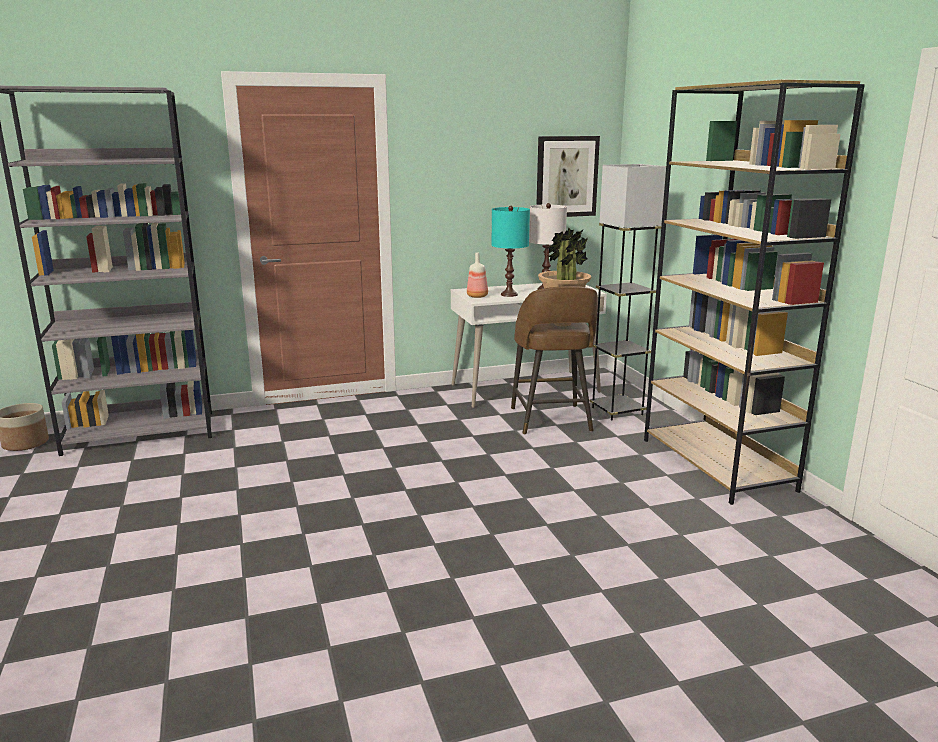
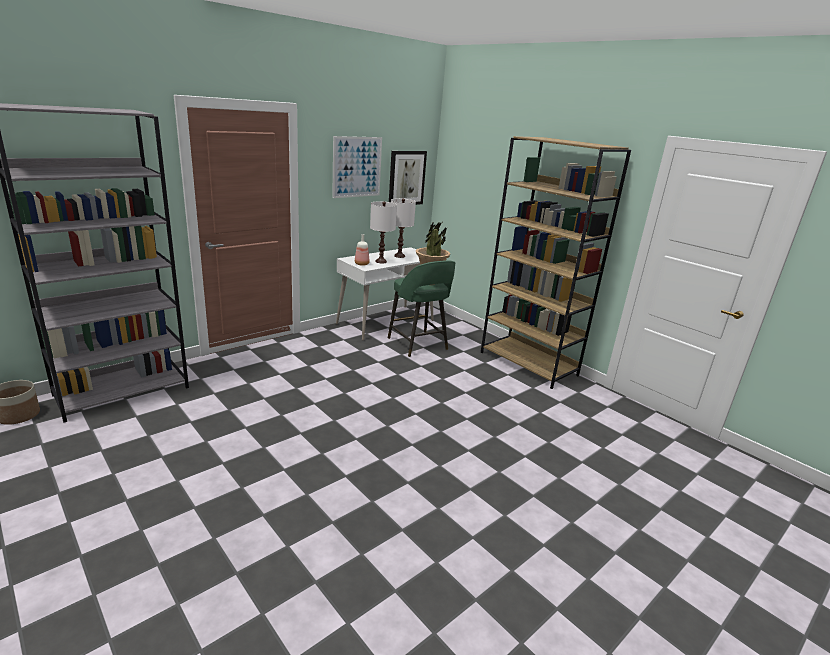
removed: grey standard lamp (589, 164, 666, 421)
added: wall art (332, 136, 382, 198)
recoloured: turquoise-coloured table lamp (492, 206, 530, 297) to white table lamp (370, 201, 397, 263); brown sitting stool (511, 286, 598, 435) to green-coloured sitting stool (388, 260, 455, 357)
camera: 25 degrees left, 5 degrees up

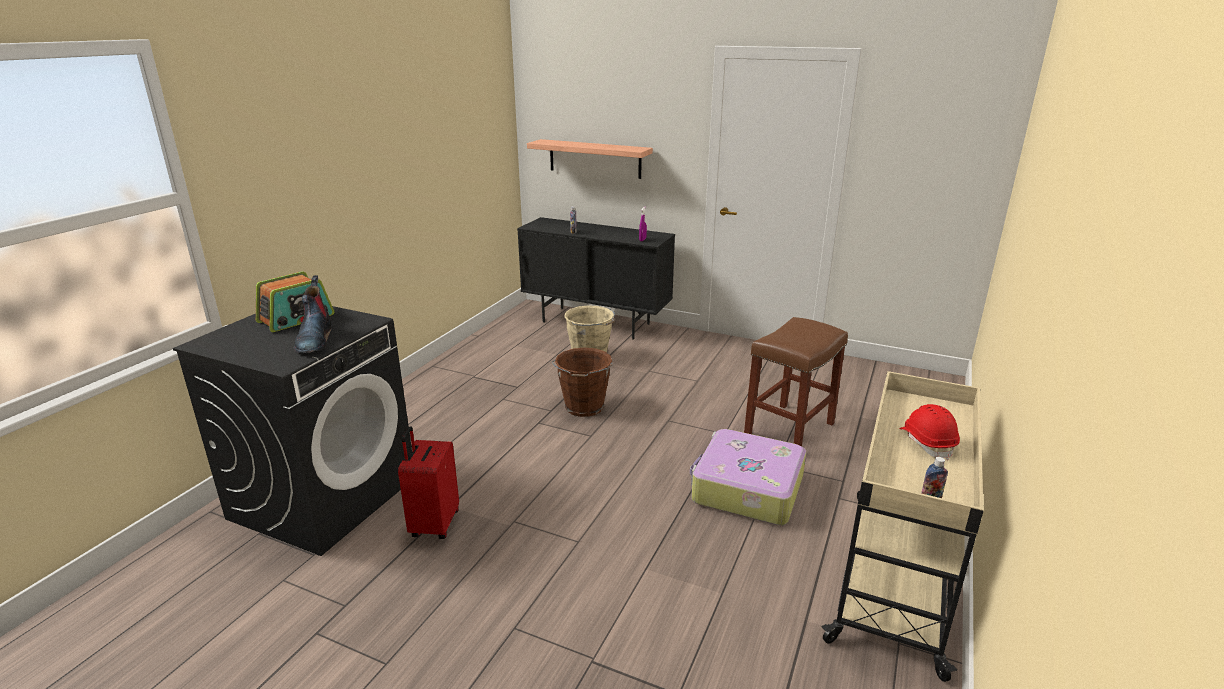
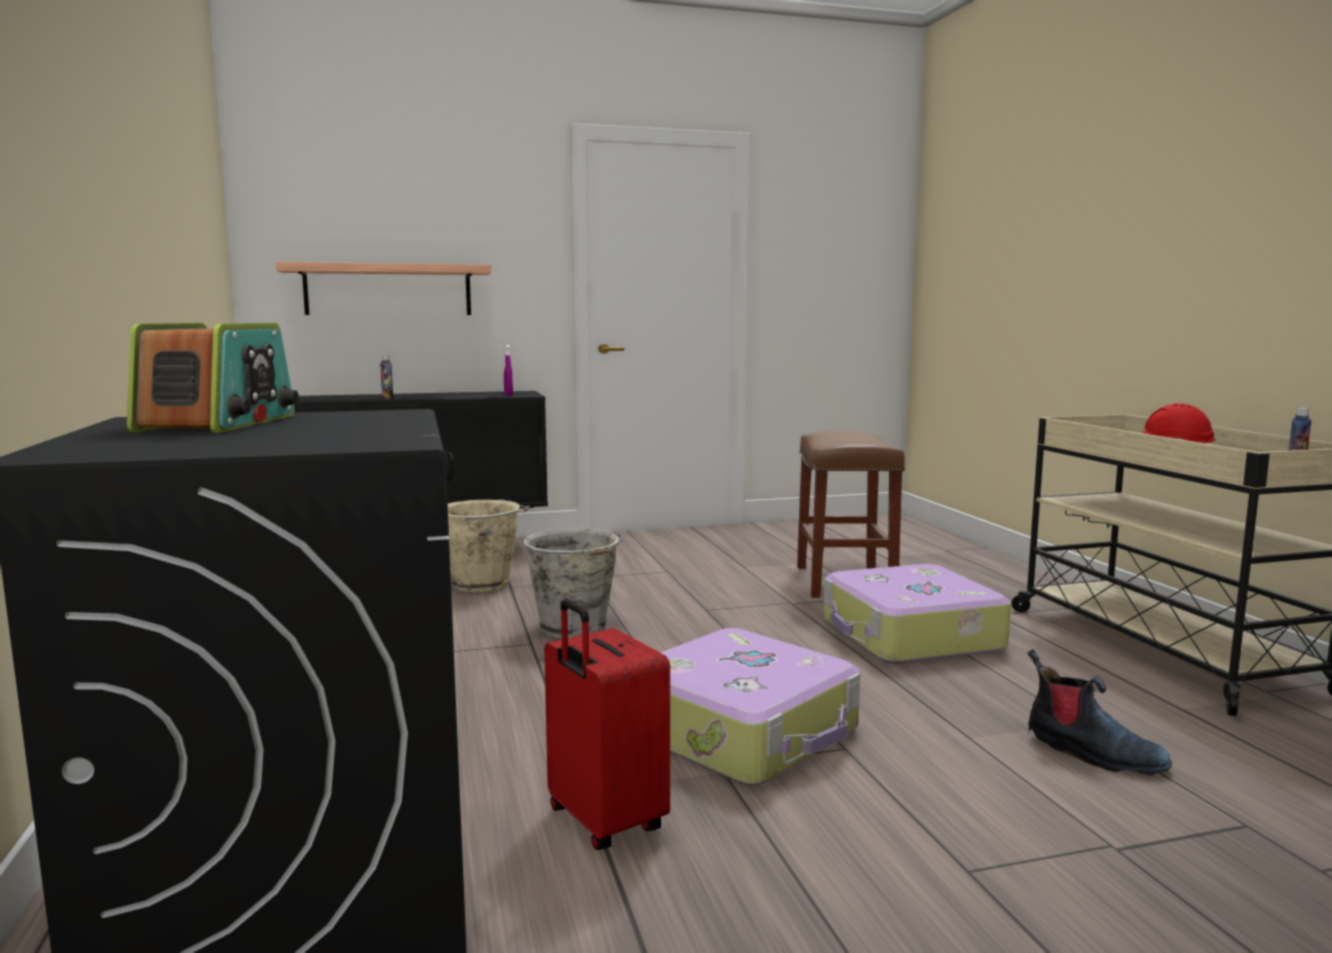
added: suitcase (661, 628, 860, 786)
moved: boot (293, 275, 332, 353) to (1028, 649, 1172, 776)
recoloured: brown pail (552, 347, 613, 417) to grey pail (523, 529, 623, 638)
camera: 40 degrees left, 15 degrees down

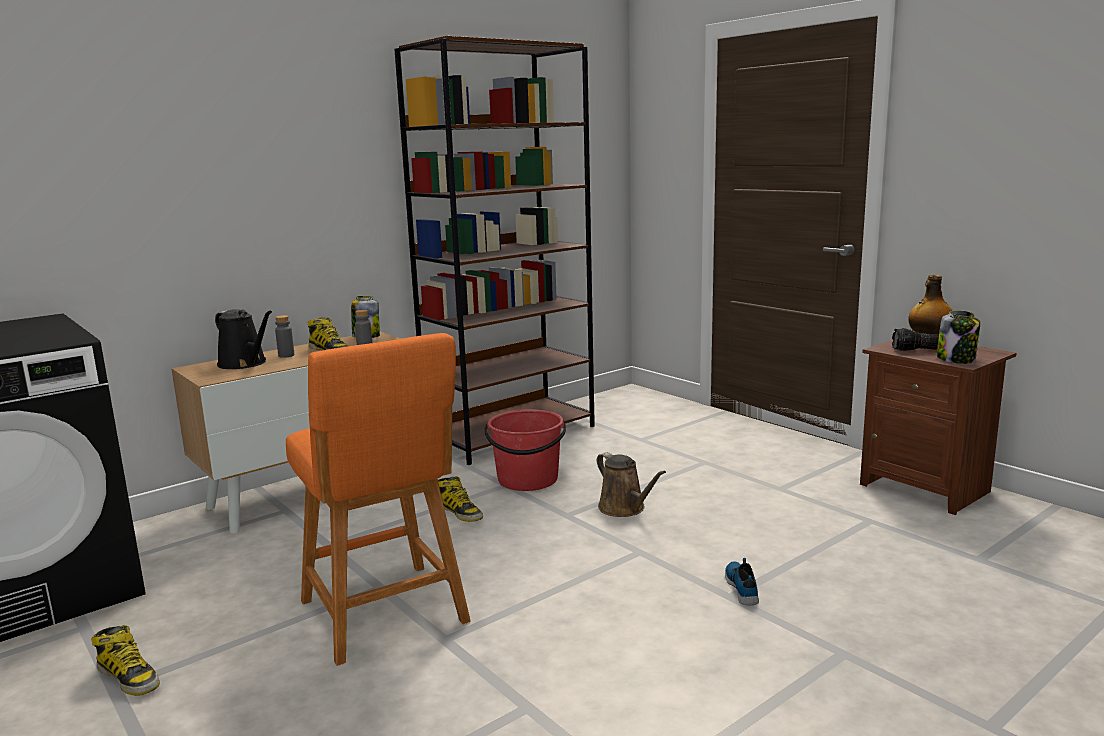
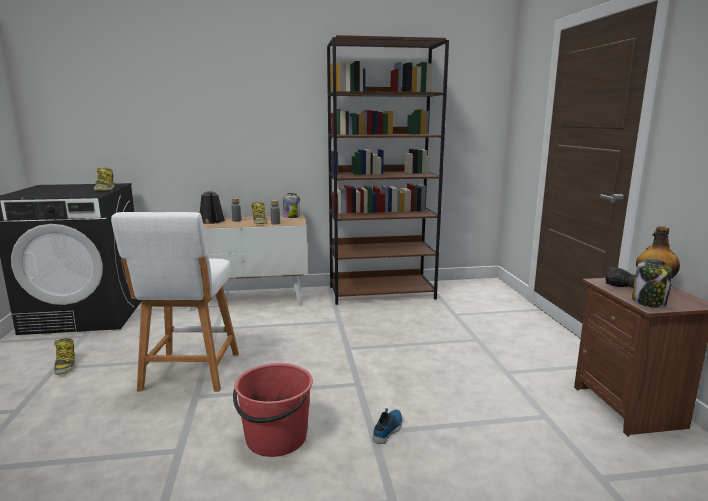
removed: brown watering pot (597, 452, 666, 517)
moved: boot (438, 476, 483, 522) to (94, 168, 115, 191); red-coloured pail (485, 409, 566, 491) to (233, 363, 313, 457)
recoloured: orange-coloured sitting stool (286, 333, 471, 666) to white sitting stool (111, 212, 239, 392)
camera: 30 degrees right, 0 degrees up

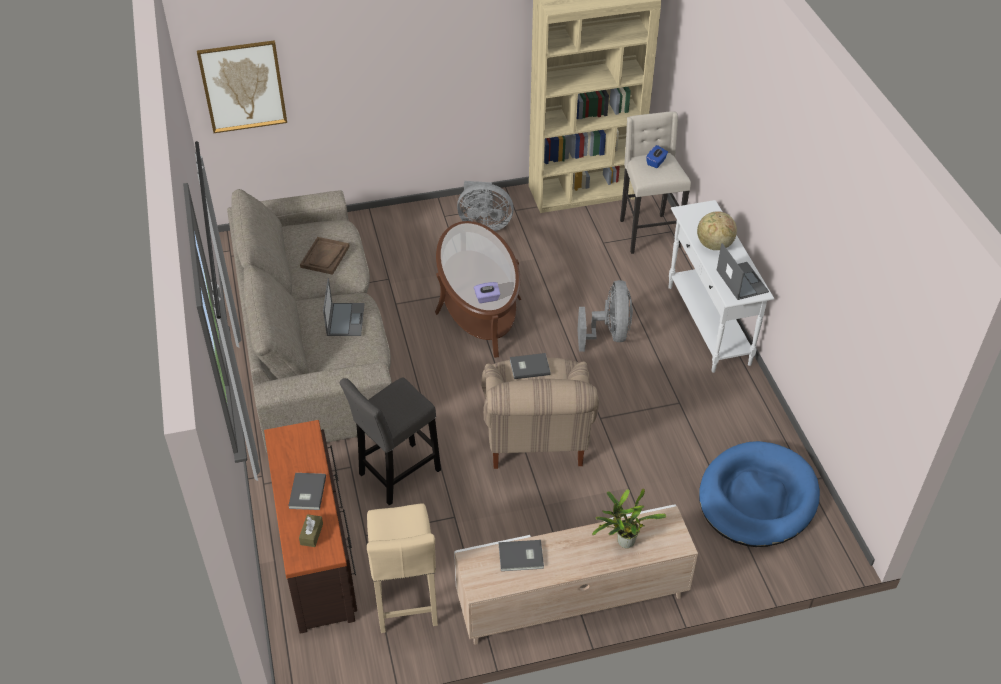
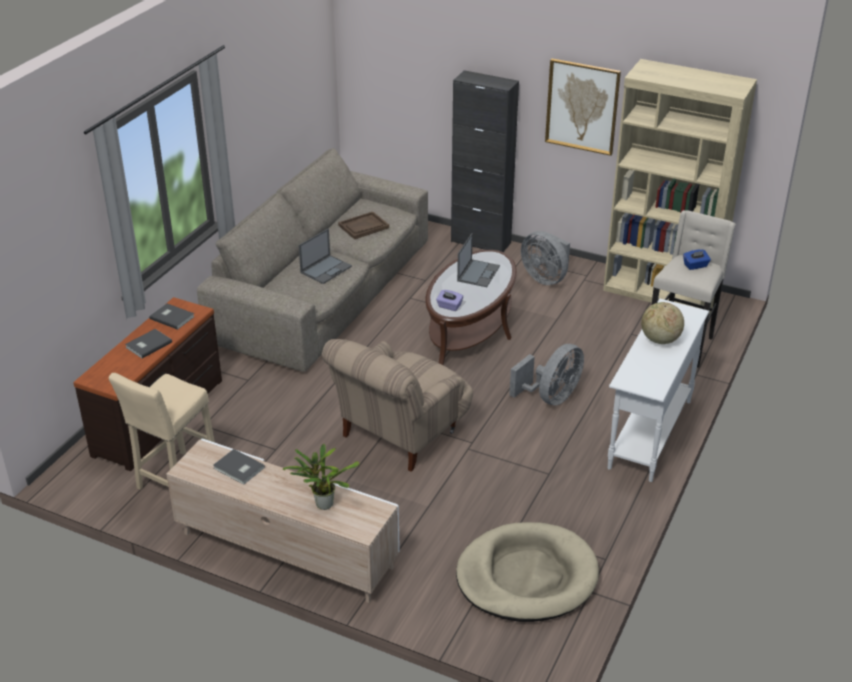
removed: brown tissue box (299, 514, 323, 547); grey sitting stool (340, 378, 441, 506)
added: blackish cabinet (451, 70, 519, 252)
moved: grey book (510, 353, 551, 379) to (149, 303, 195, 330); laptop (717, 243, 769, 300) to (457, 233, 500, 287); wall art (197, 40, 287, 133) to (545, 59, 621, 156)
recoloured: blue dog bed (699, 441, 820, 547) to beige dog bed (456, 522, 599, 622)
camera: 40 degrees right, 10 degrees down

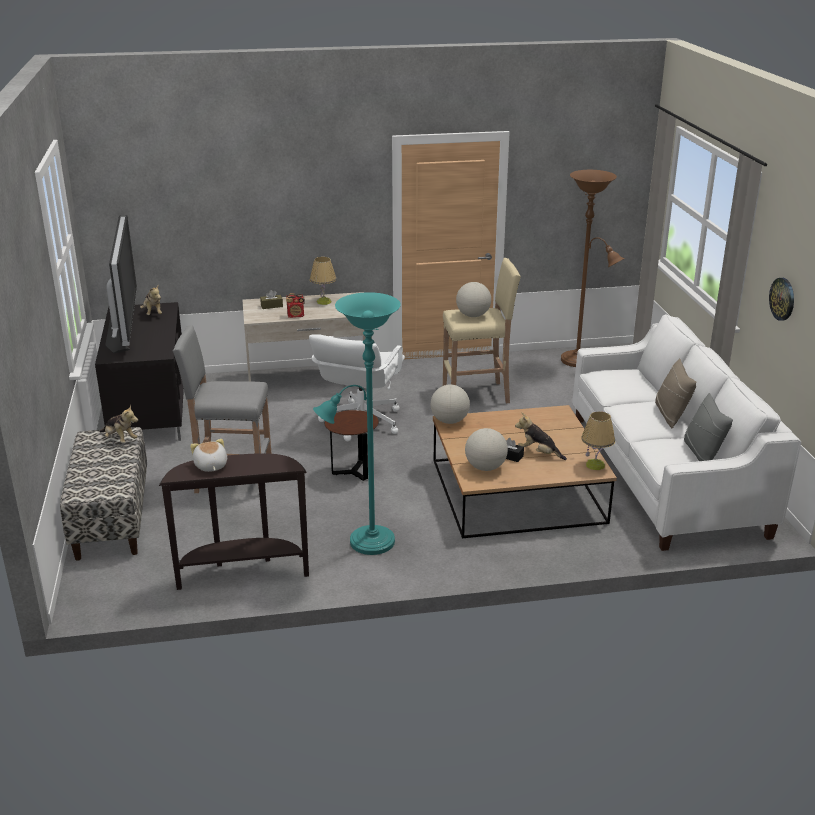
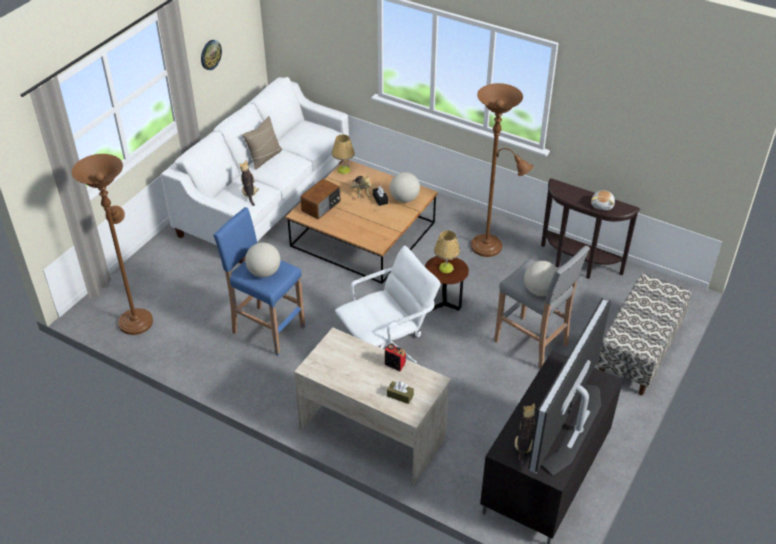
removed: grey throw pillow (684, 393, 733, 461)
added: radio receiver (300, 179, 340, 219)
moved: soft toy (99, 405, 138, 443) to (239, 160, 259, 206); table lamp (310, 257, 336, 305) to (434, 230, 460, 273); desk globe (431, 385, 470, 424) to (524, 261, 557, 296)
recoloured: beige sitting stool (443, 258, 521, 403) to blue sitting stool (213, 207, 305, 356); turquoise-coloured standard lamp (313, 292, 401, 555) to brown standard lamp (471, 83, 533, 257)
camera: 140 degrees left, 15 degrees up

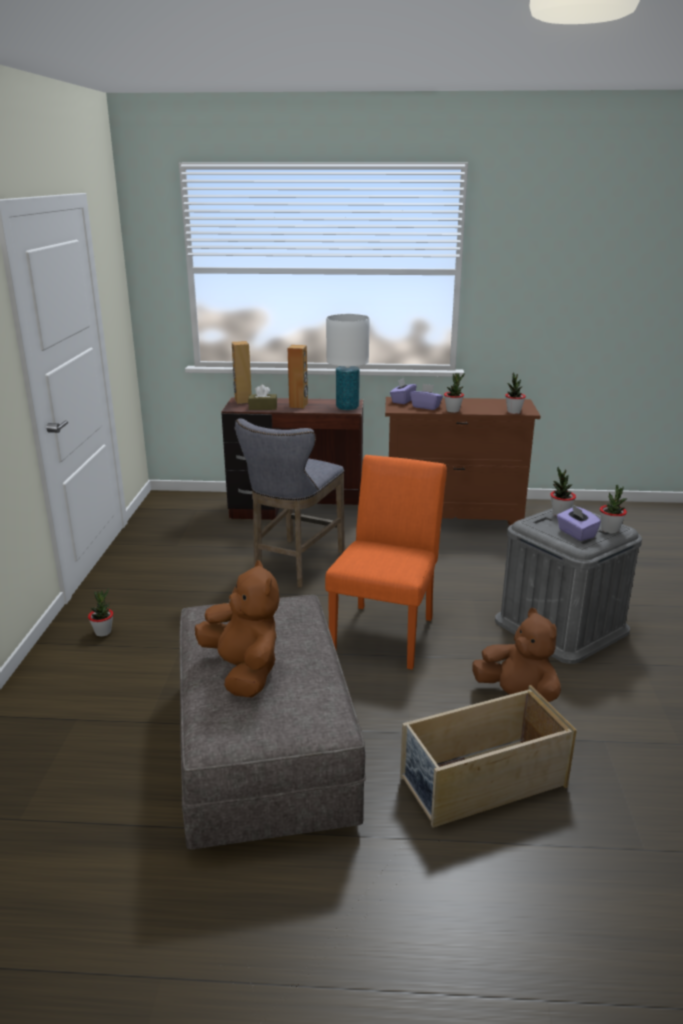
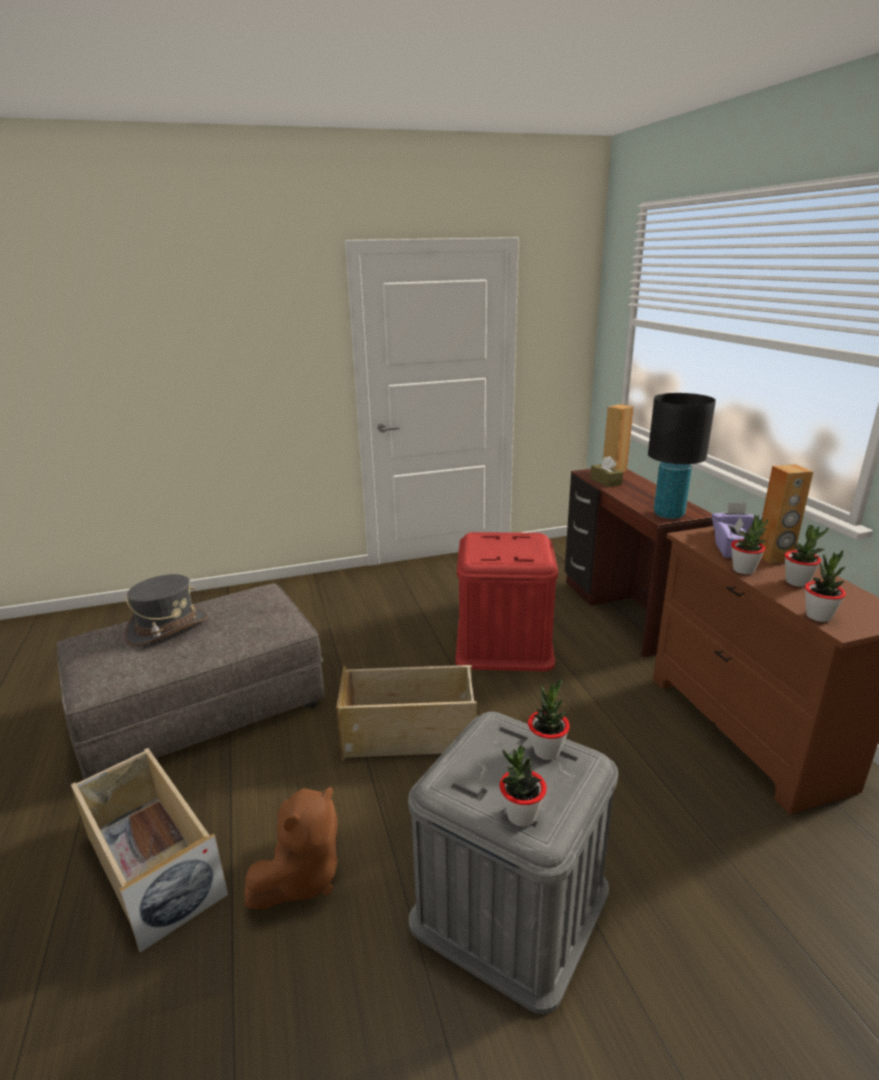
removed: purple tissue box (557, 505, 601, 541)
moved: brown speaker (288, 345, 308, 408) to (759, 464, 813, 564); houseplant (88, 589, 113, 637) to (785, 525, 829, 587)
replaced: brown soft toy (195, 560, 280, 697) to grey clothing hat (124, 574, 208, 646); orange-coloured chair (325, 455, 447, 670) to beige storage container (336, 665, 477, 760); grey sitting stool (235, 418, 345, 588) to red-coloured storage container (456, 532, 558, 671)
recoloured: white table lamp (326, 314, 370, 410) to blackish table lamp (648, 393, 716, 519)
camera: 70 degrees right, 0 degrees up

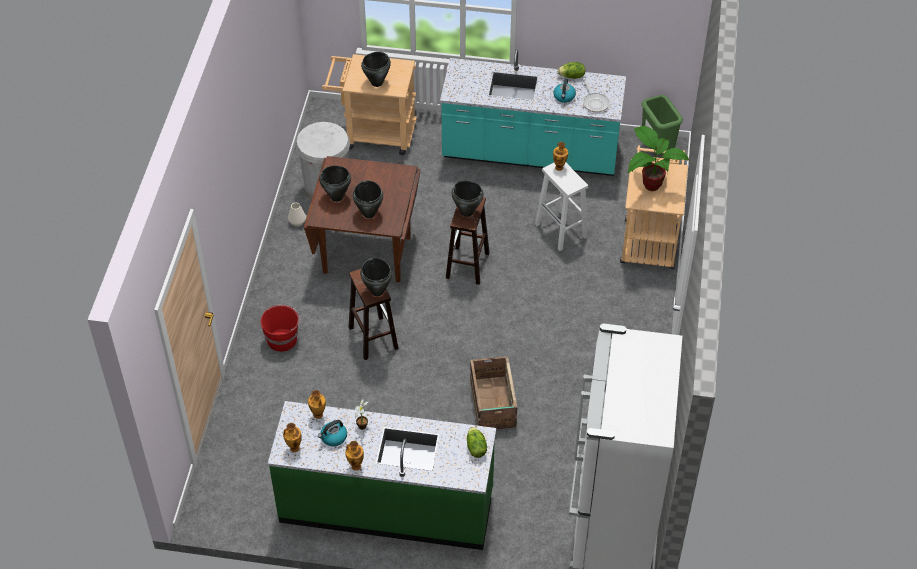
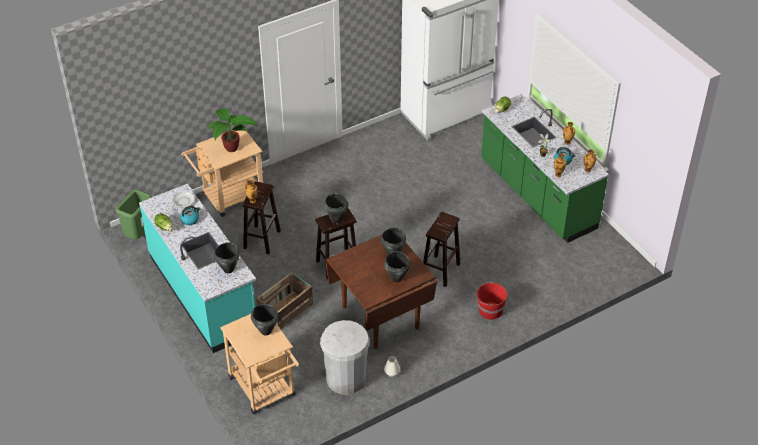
moved: blackish cooking pot (360, 258, 392, 296) to (214, 242, 240, 273); crate (470, 356, 517, 429) to (256, 272, 313, 329)
recoloured: white sitting stool (535, 163, 588, 251) to brown sitting stool (242, 181, 281, 254)
camera: 130 degrees left, 5 degrees down

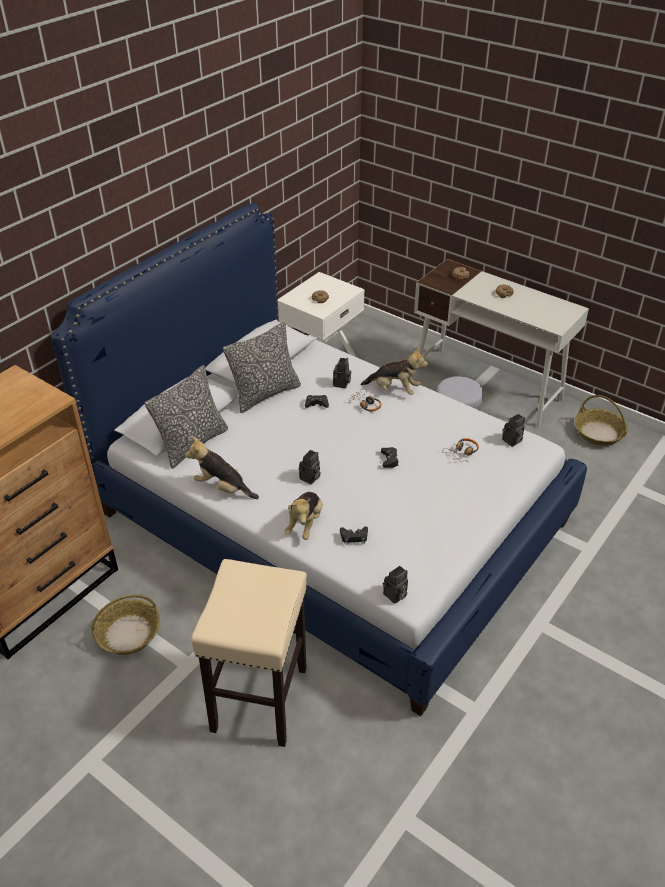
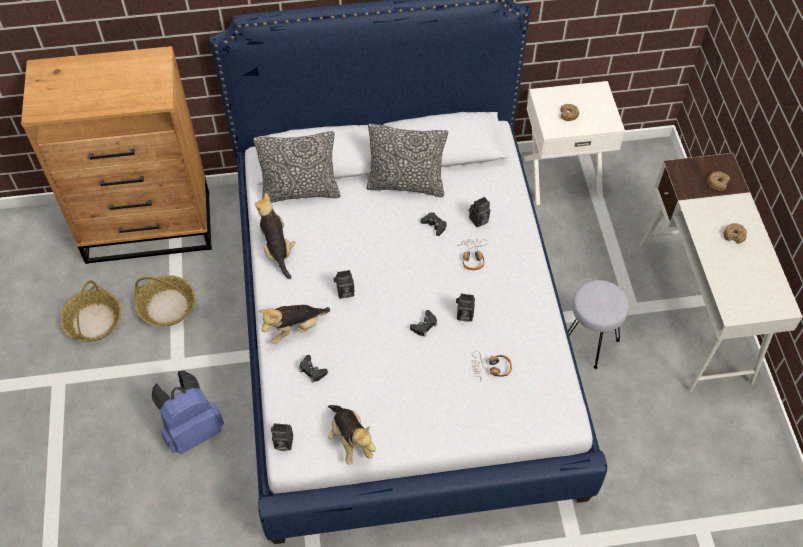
moved: household basket (575, 395, 628, 446) to (60, 280, 122, 342); soft toy (360, 348, 428, 395) to (328, 405, 376, 465); photo camera (502, 414, 525, 447) to (456, 293, 475, 322)
replaced: beige sitting stool (191, 559, 307, 747) to blue rucksack (152, 371, 224, 454)
camera: 45 degrees right, 15 degrees up

